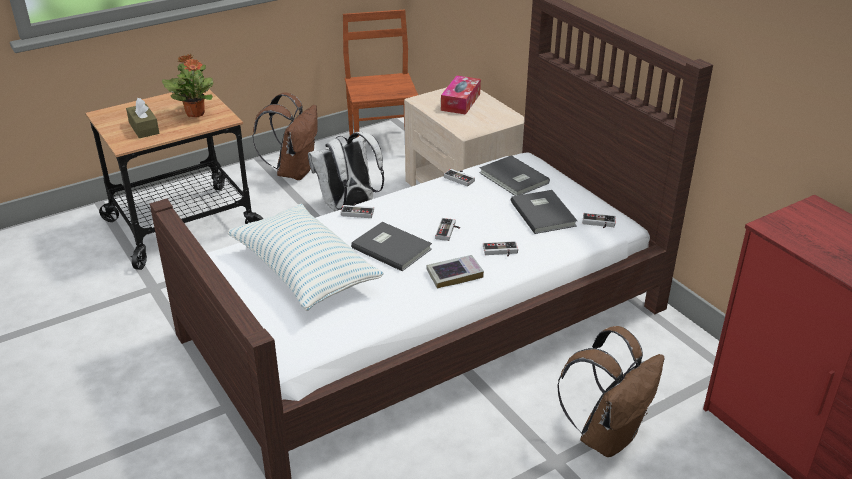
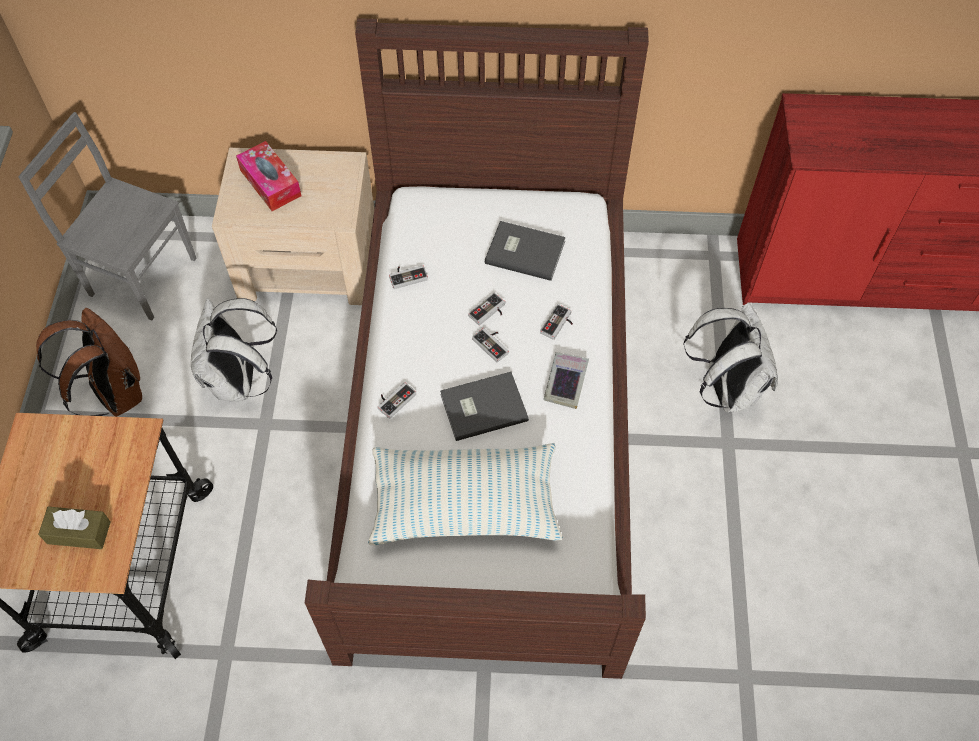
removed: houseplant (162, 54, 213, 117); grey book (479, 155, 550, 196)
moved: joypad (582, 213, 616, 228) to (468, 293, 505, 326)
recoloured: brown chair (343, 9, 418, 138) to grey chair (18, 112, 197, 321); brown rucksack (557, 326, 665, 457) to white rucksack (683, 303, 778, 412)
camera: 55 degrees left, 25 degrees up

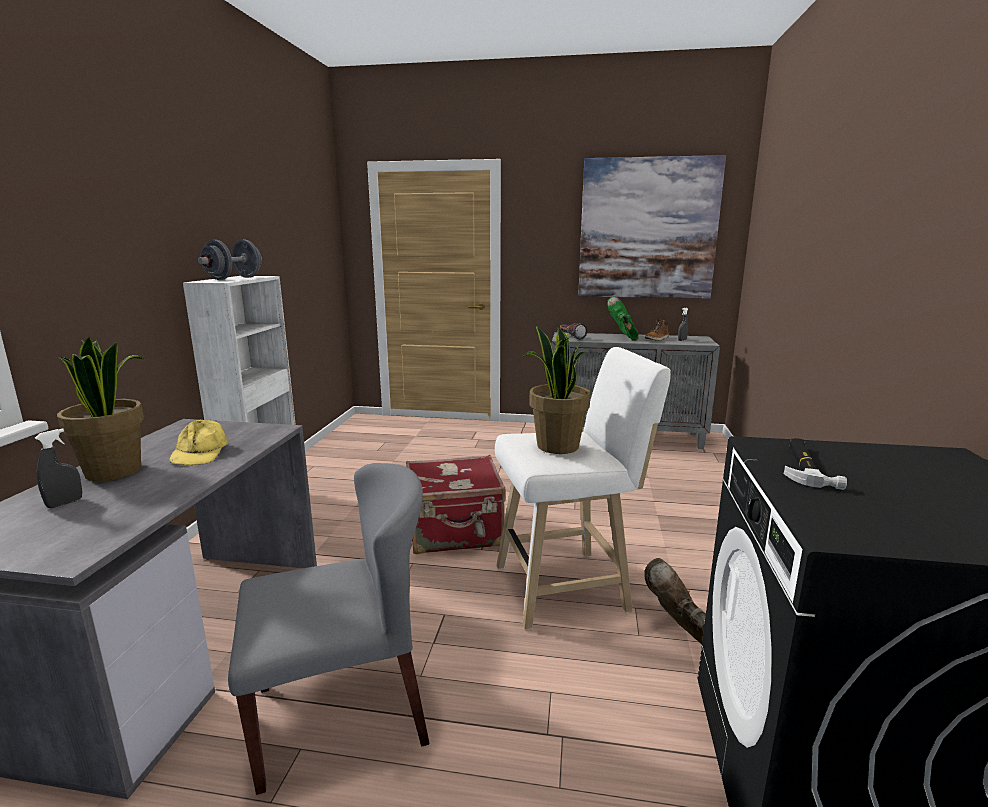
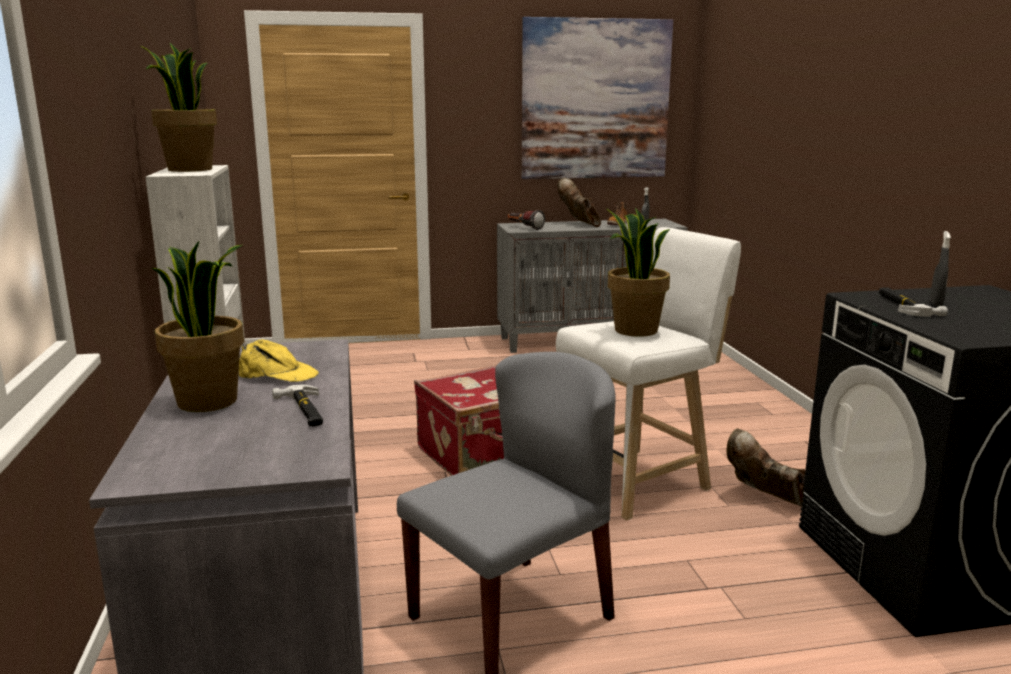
added: hand hammer (272, 384, 323, 427)
moved: grey spray bottle (35, 429, 82, 508) to (930, 231, 951, 306)
replaced: grey hand weight (198, 240, 262, 280) to houseplant (140, 43, 217, 172)
recoloured: green-coloured boot (607, 296, 639, 341) to brown boot (557, 178, 601, 227)
turned: yellowish cap (169, 419, 228, 465) = (239, 339, 319, 382) 45 degrees counterclockwise
camera: 20 degrees left, 0 degrees up

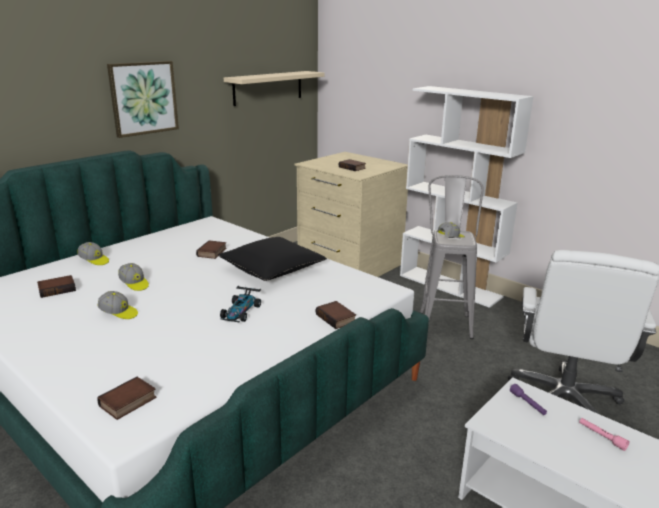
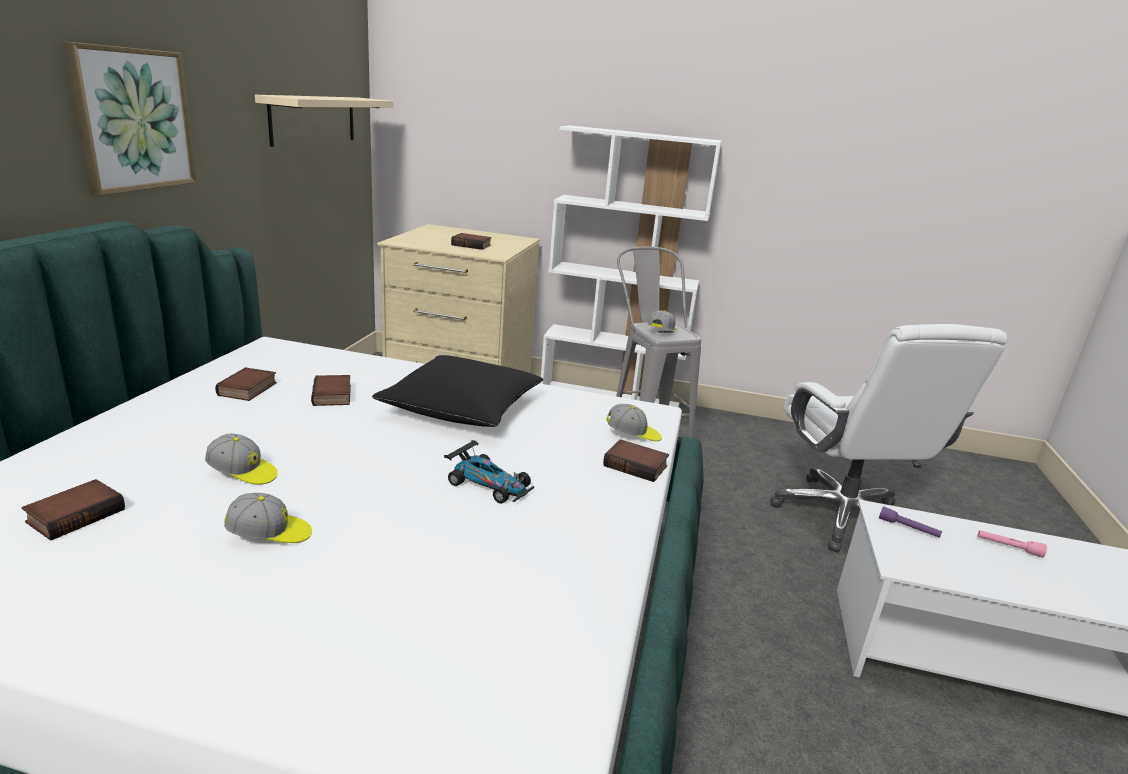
moved: book (97, 377, 157, 420) to (215, 367, 277, 401); cap (77, 242, 109, 265) to (607, 404, 662, 441)
turned: miniature car (220, 286, 261, 322) = (444, 440, 534, 504) 45 degrees counterclockwise
camera: 30 degrees left, 0 degrees up

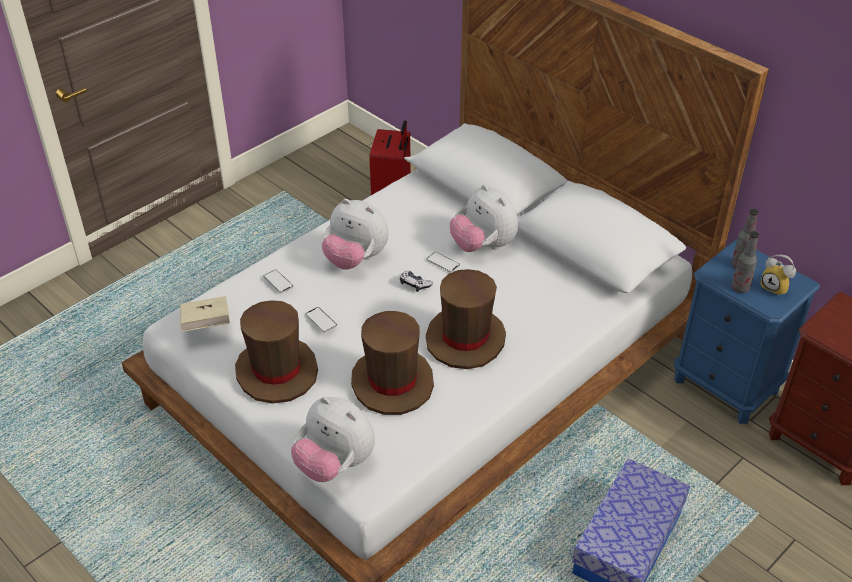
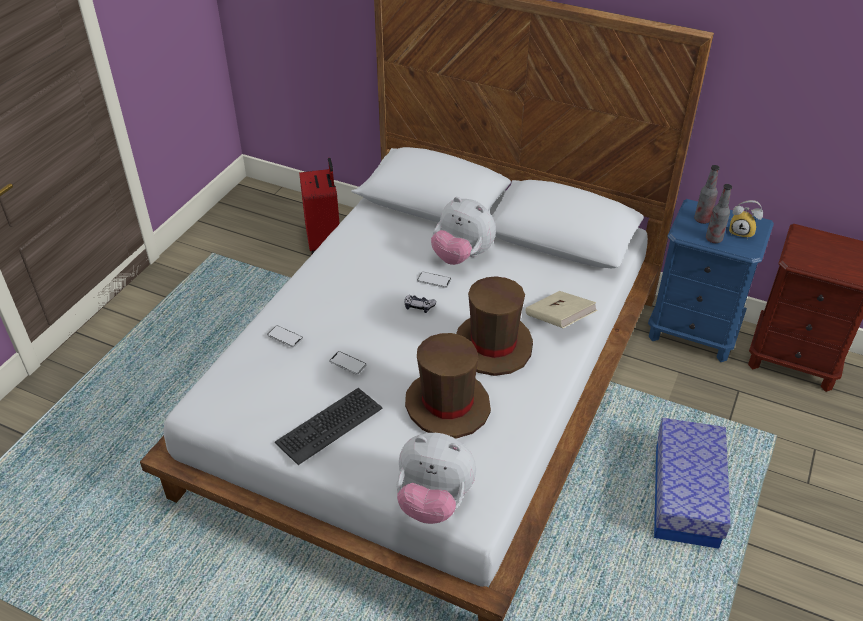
removed: soft toy (322, 199, 389, 269)
moved: beige book (180, 296, 230, 332) to (526, 291, 597, 328)
replaced: brown clothing hat (235, 300, 318, 404) to computer keyboard (275, 388, 383, 465)
camera: 20 degrees left, 0 degrees up

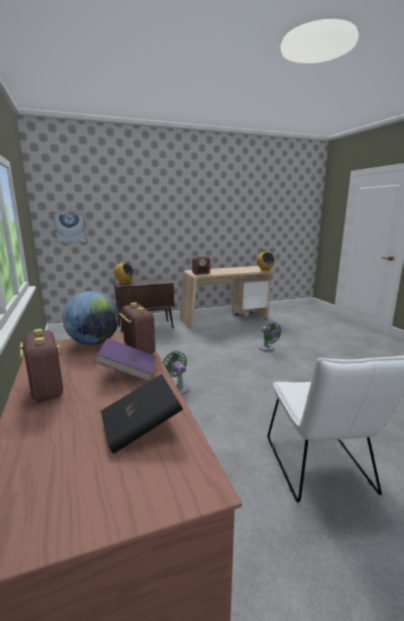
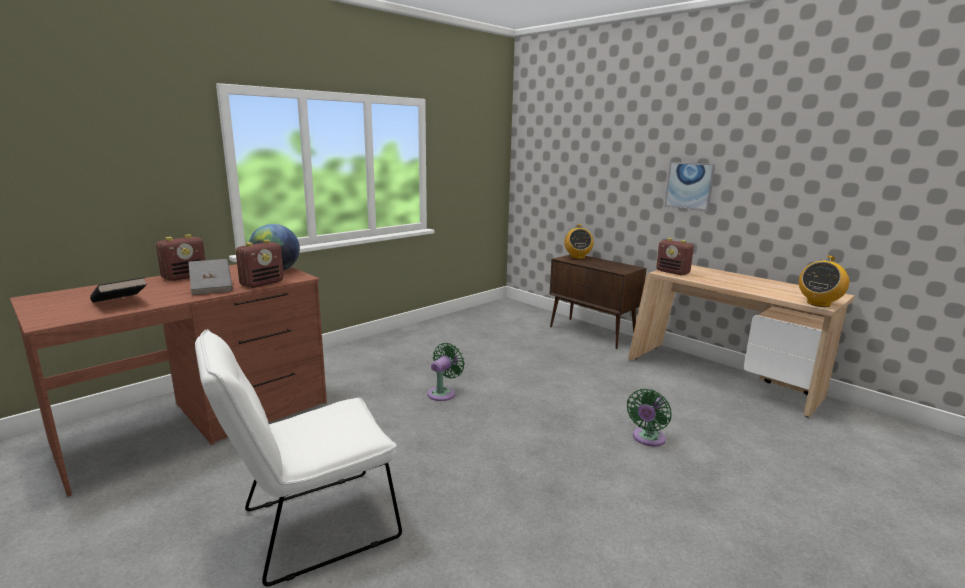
moved: wall art (53, 214, 86, 243) to (665, 162, 715, 211)
recoloured: purple book (95, 338, 156, 382) to grey book (188, 259, 233, 295)
camera: 65 degrees right, 0 degrees up

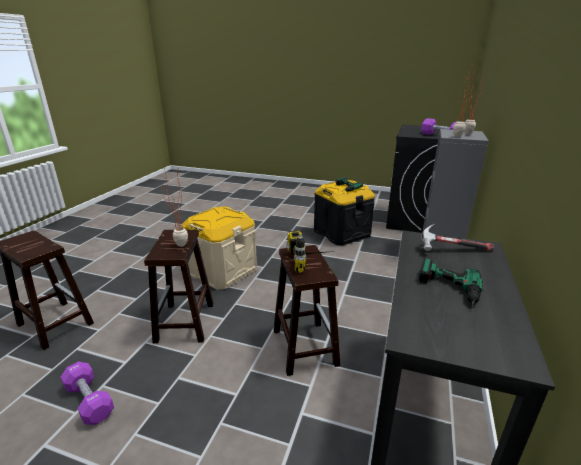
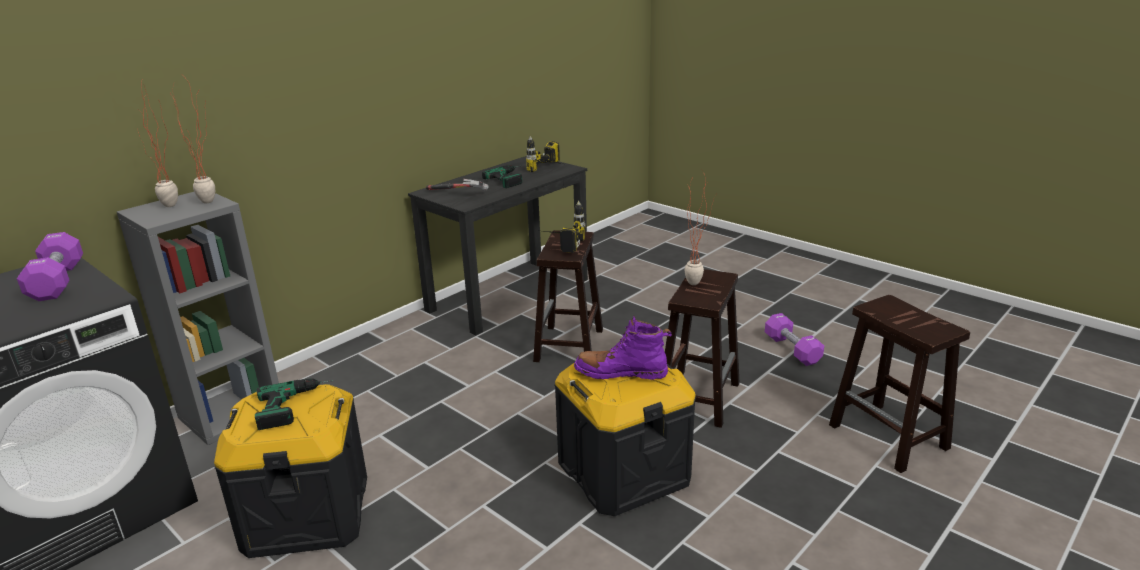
added: power drill (526, 136, 562, 172); purple boot (574, 316, 672, 380)
recoloured: beige storage container (181, 207, 257, 290) to blackish storage container (555, 363, 696, 516)
camera: 155 degrees left, 0 degrees up

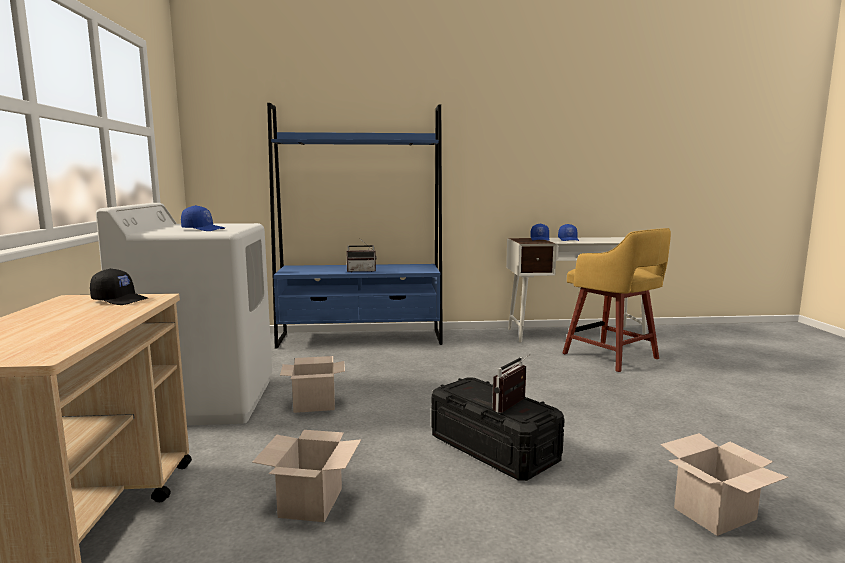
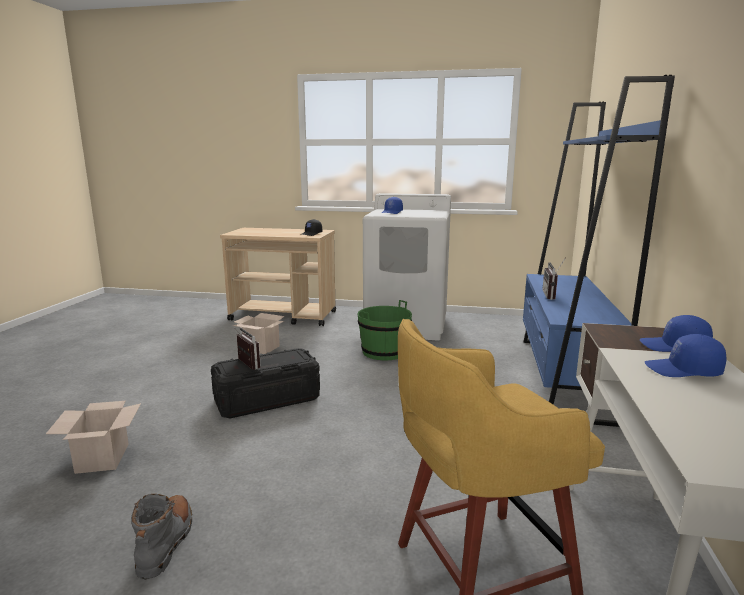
added: grey boot (131, 494, 192, 579)
replaced: packing box (280, 356, 345, 413) to green-coloured pail (358, 300, 412, 361)
camera: 105 degrees right, 5 degrees up

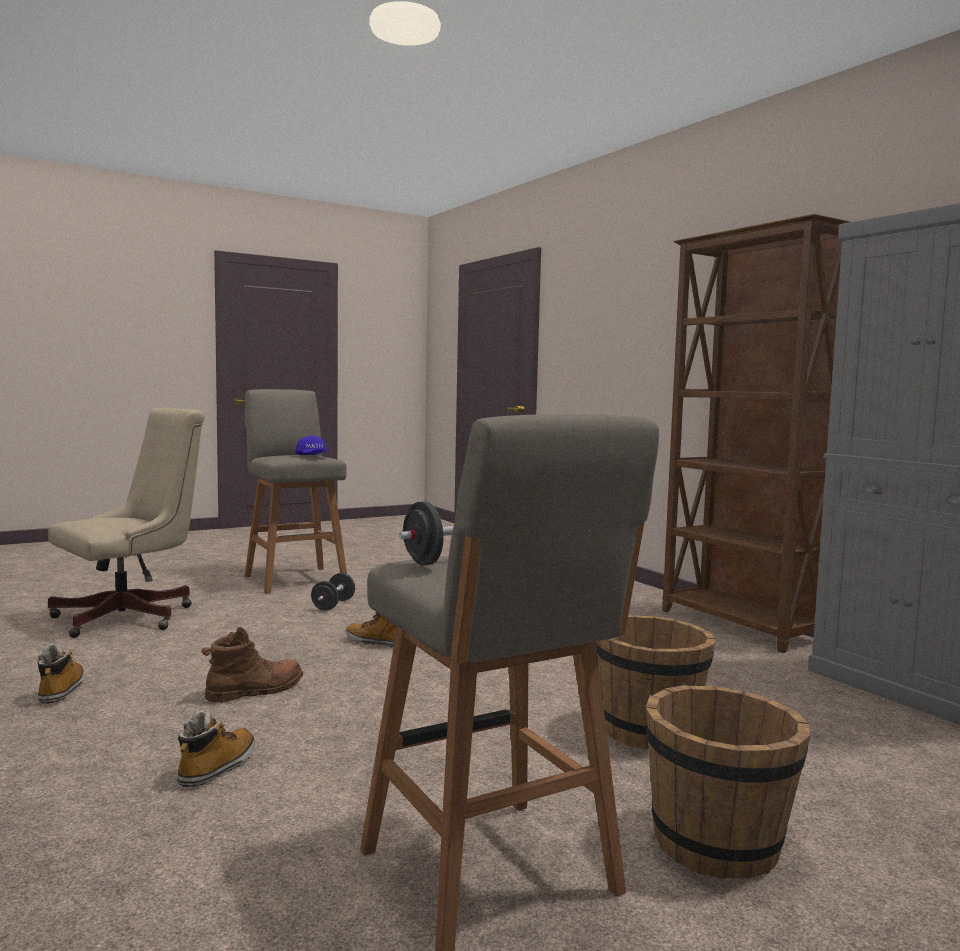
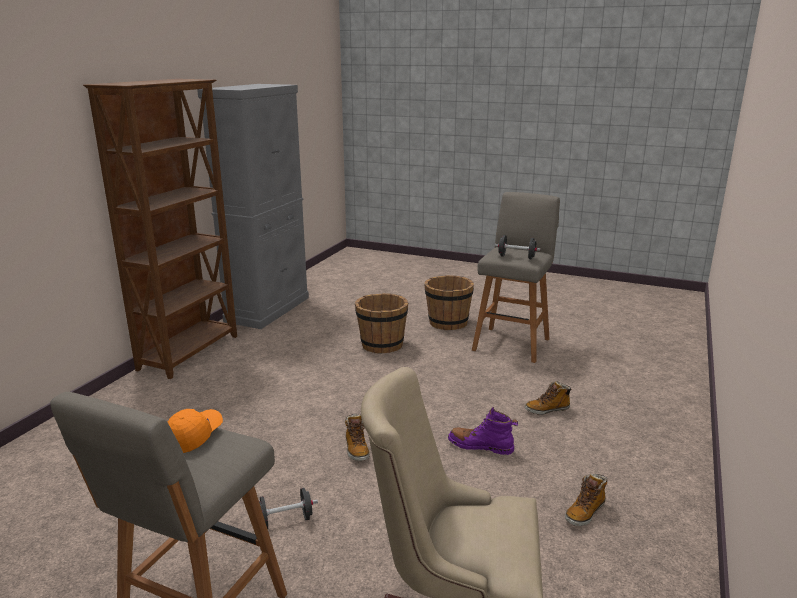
recoloured: blue cap (296, 436, 328, 455) to orange-coloured cap (168, 409, 223, 453); brown boot (201, 627, 303, 703) to purple boot (448, 407, 518, 455)
camera: 125 degrees left, 15 degrees up

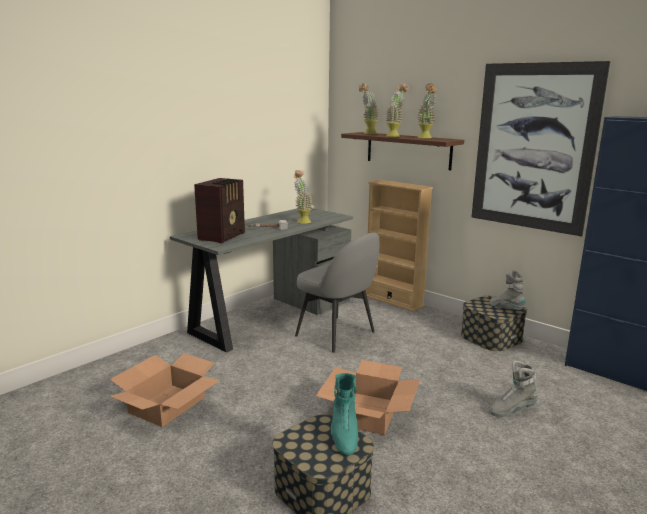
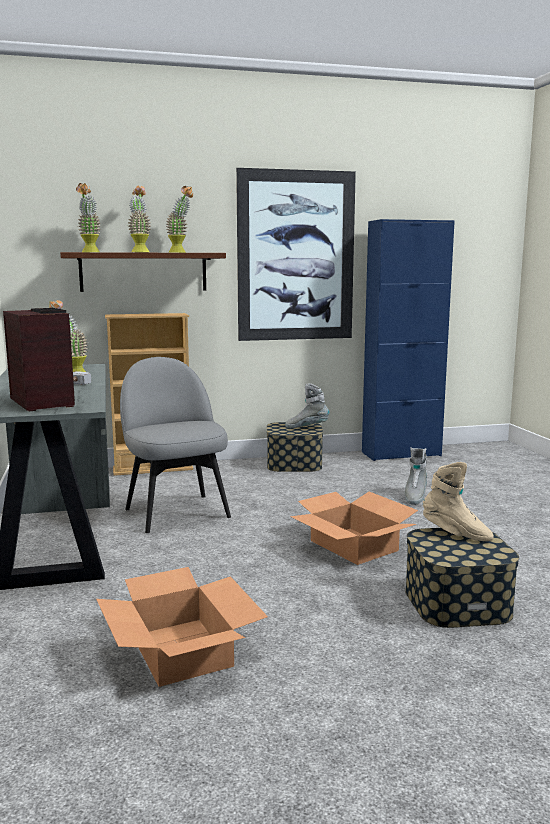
recoloured: turquoise-coloured boot (331, 373, 358, 456) to beige boot (423, 462, 494, 541)
turned: grey chair (295, 232, 380, 353) = (120, 357, 231, 533) 105 degrees counterclockwise
camera: 55 degrees left, 5 degrees down

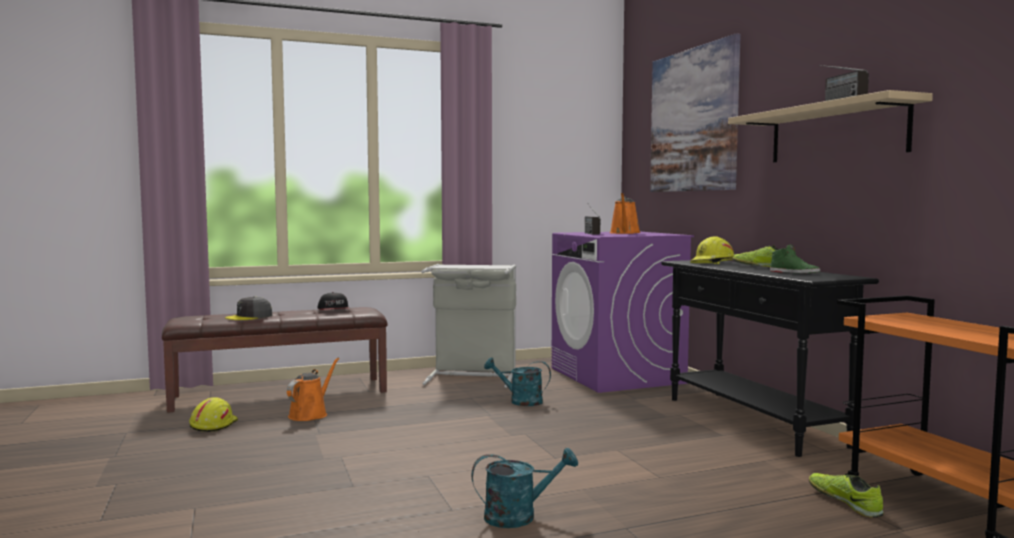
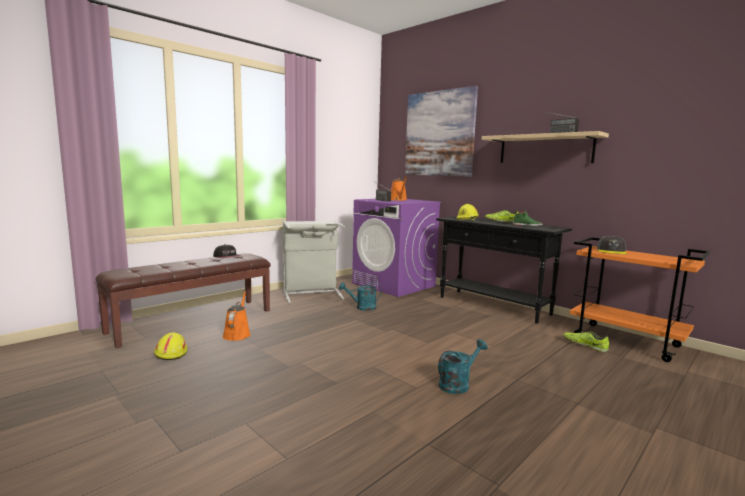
moved: grey cap (225, 296, 272, 320) to (597, 236, 627, 254)
camera: 25 degrees left, 5 degrees up

